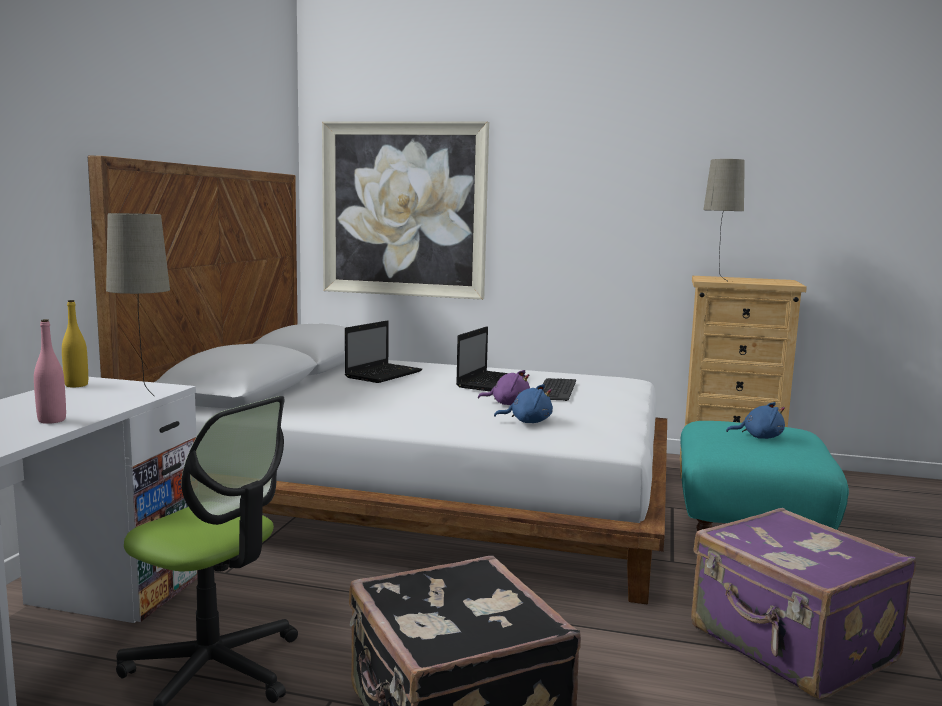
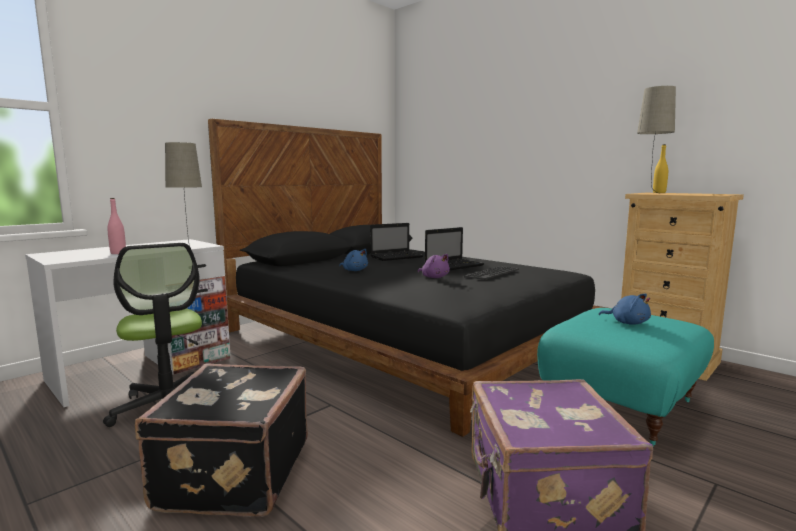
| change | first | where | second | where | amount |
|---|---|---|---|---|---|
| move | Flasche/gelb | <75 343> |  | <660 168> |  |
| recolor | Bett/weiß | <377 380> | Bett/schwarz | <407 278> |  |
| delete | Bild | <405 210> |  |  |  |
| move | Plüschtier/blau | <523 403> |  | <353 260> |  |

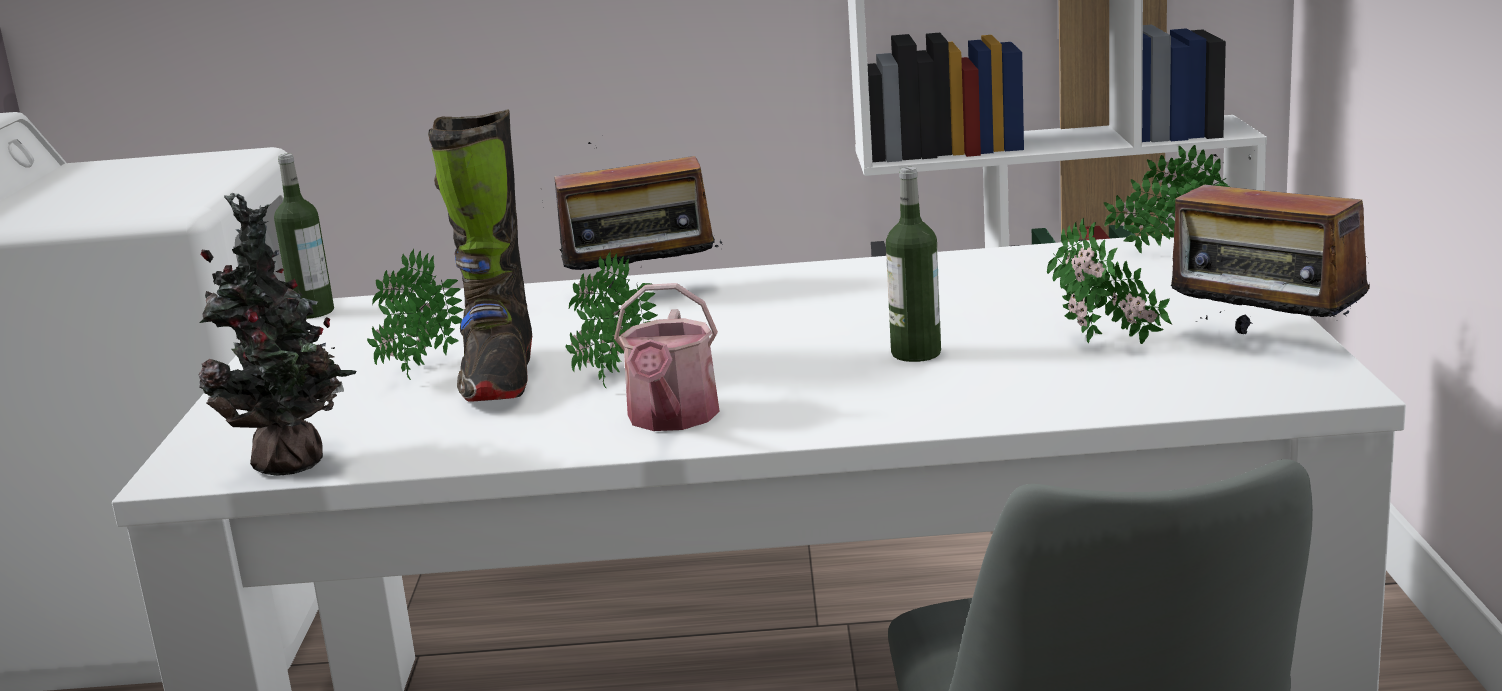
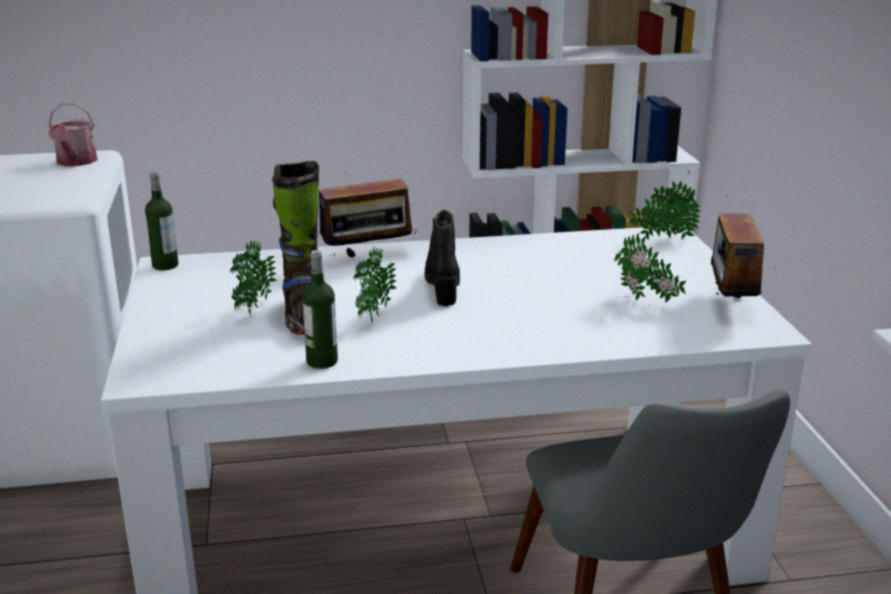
| change | first | where | second | where | amount |
|---|---|---|---|---|---|
| delete | Topfpflanze | <277 334> |  |  |  |
| move | Gießkanne | <666 357> |  | <73 134> |  |
| move | Flasche | <913 264> |  | <320 309> |  |
| rotate | Radio | <1270 244> |  | <743 246> | 60 degrees clockwise |
| insert |  |  | Stiefel/schwarz | <442 258> |  |

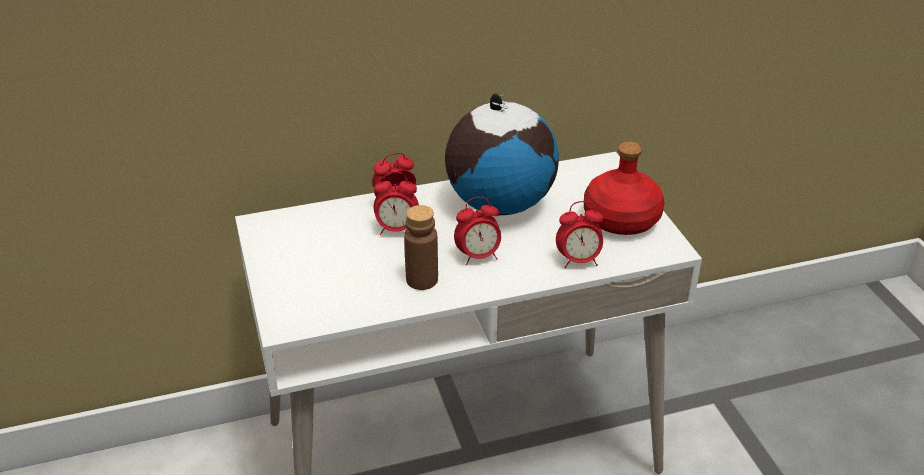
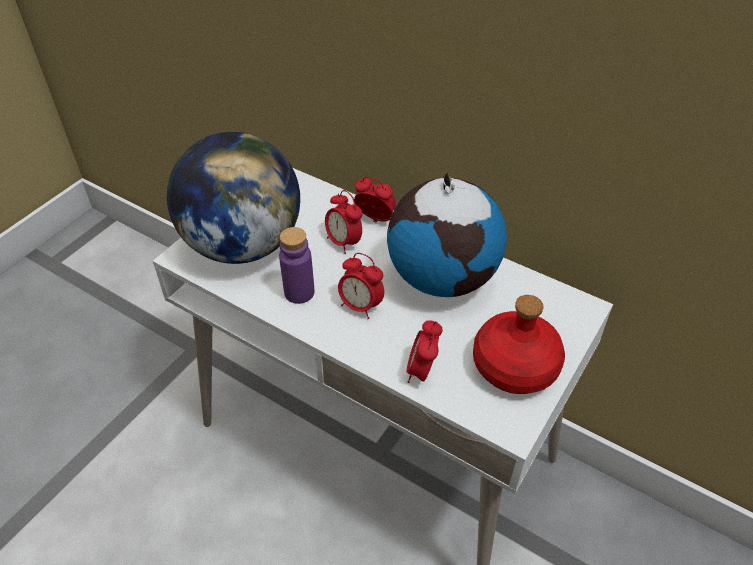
| change | first | where | second | where | amount |
|---|---|---|---|---|---|
| recolor | Flasche/braun | <421 247> | Flasche/lila | <296 265> |  |
| rotate | Wecker | <579 234> |  | <425 351> | 60 degrees clockwise |
| insert |  |  | Globus | <233 198> |  |

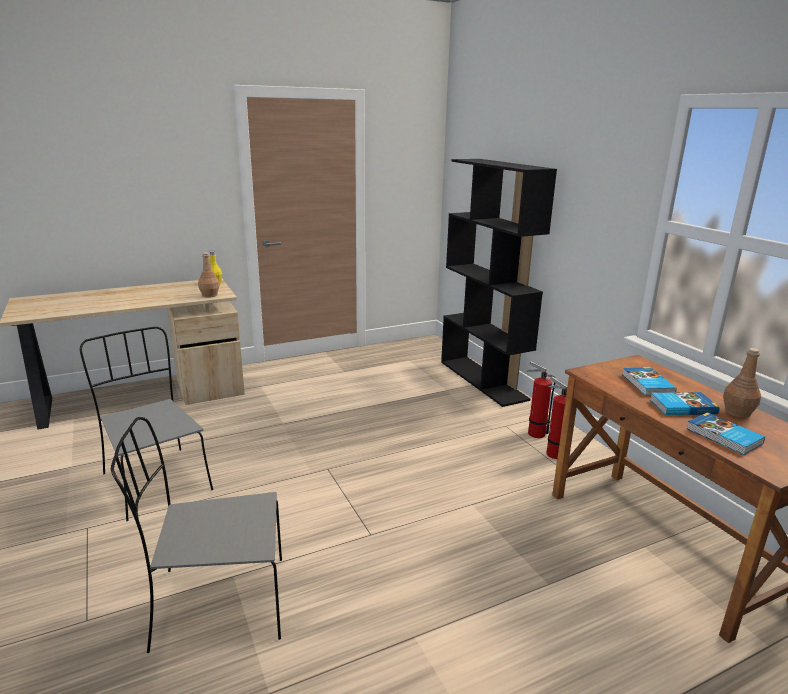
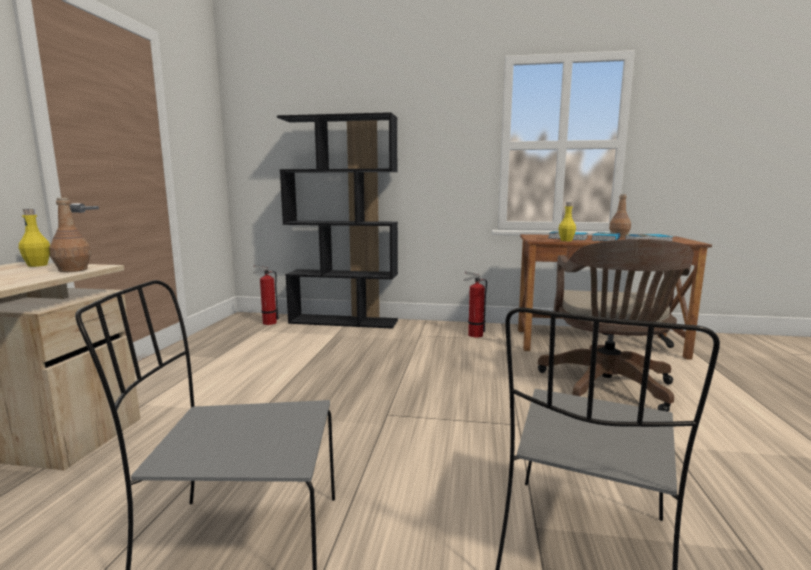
| change | first | where | second | where | amount |
|---|---|---|---|---|---|
| move | Feuerlöscher | <541 399> |  | <266 295> |  |
| insert |  |  | Bürostuhl/braun | <616 325> |  |
| insert |  |  | Flasche/gelb | <567 221> |  |

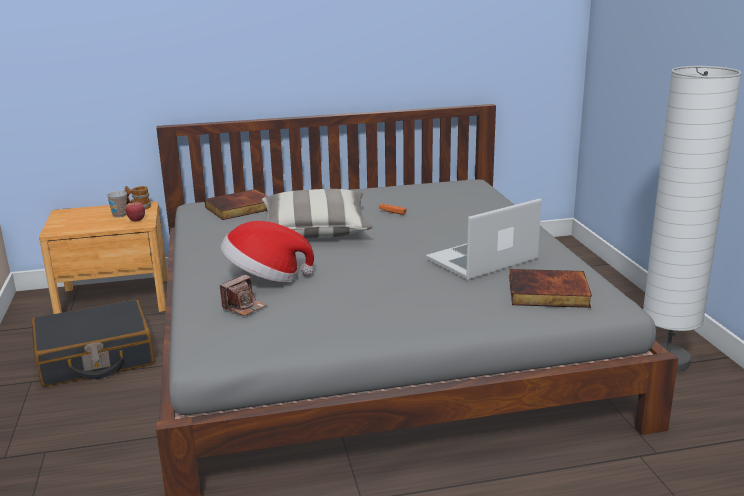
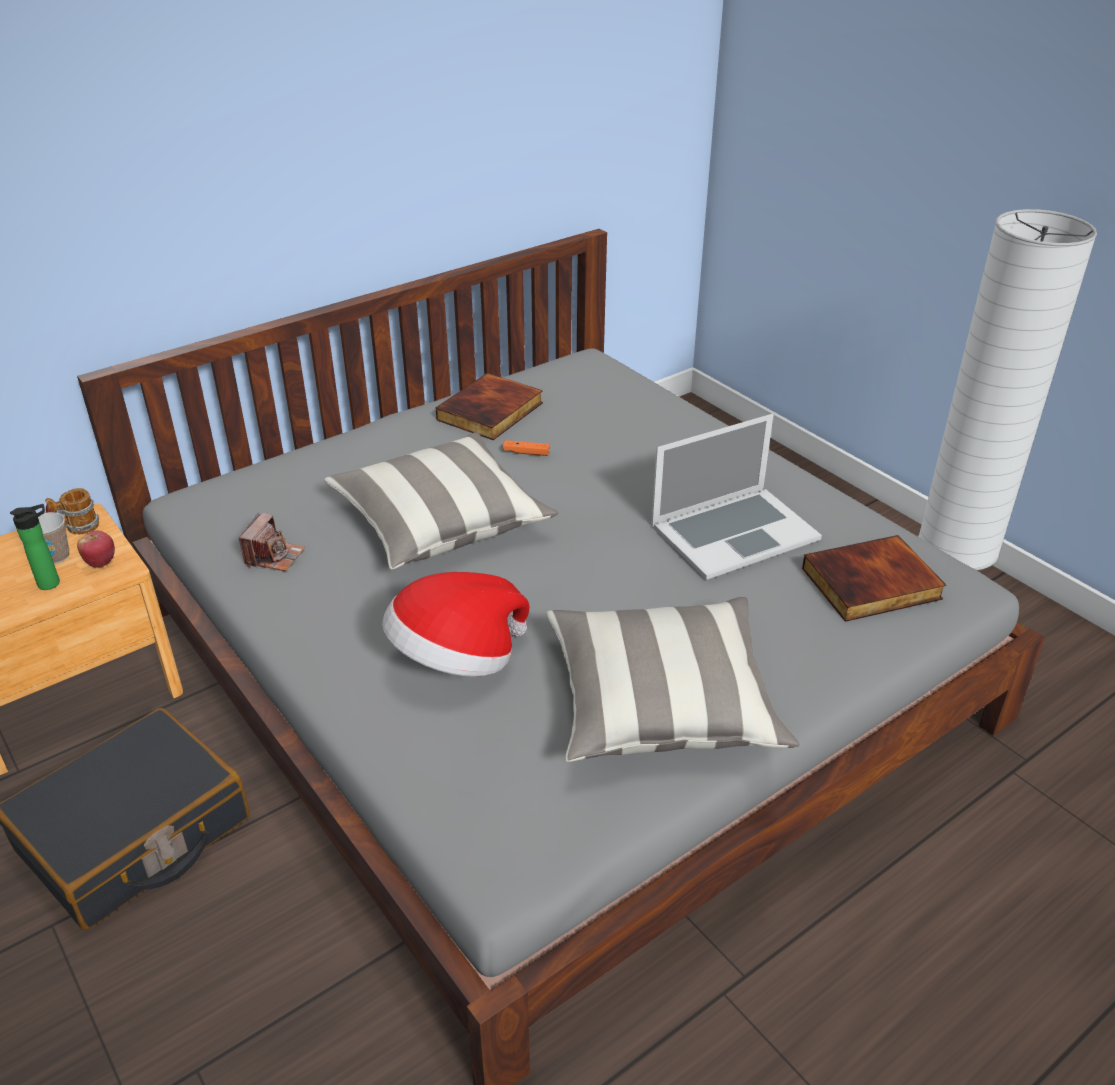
| change | first | where | second | where | amount |
|---|---|---|---|---|---|
| move | Buch | <235 204> |  | <489 406> |  |
| move | Kamera | <243 295> |  | <272 542> |  |
| rotate | Laptop | <484 239> |  | <736 497> | 150 degrees counterclockwise |
| insert |  |  | Flasche | <35 547> |  |
| insert |  |  | Kissen | <673 679> |  |

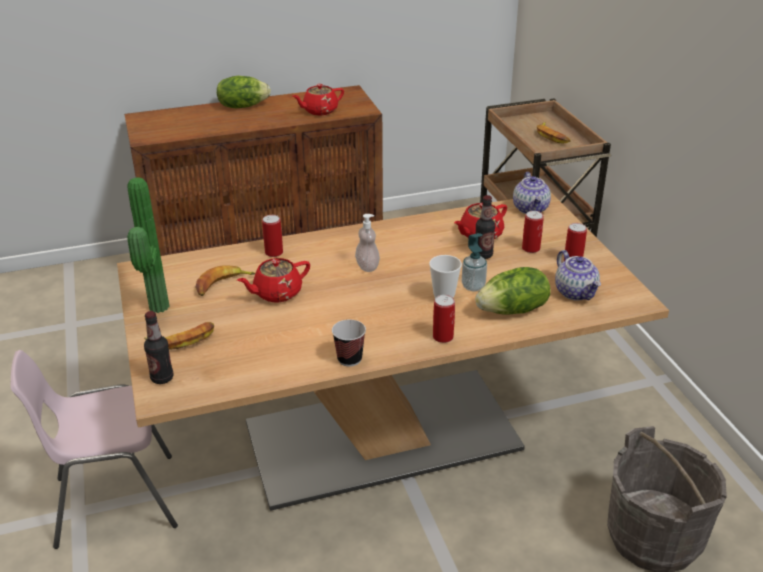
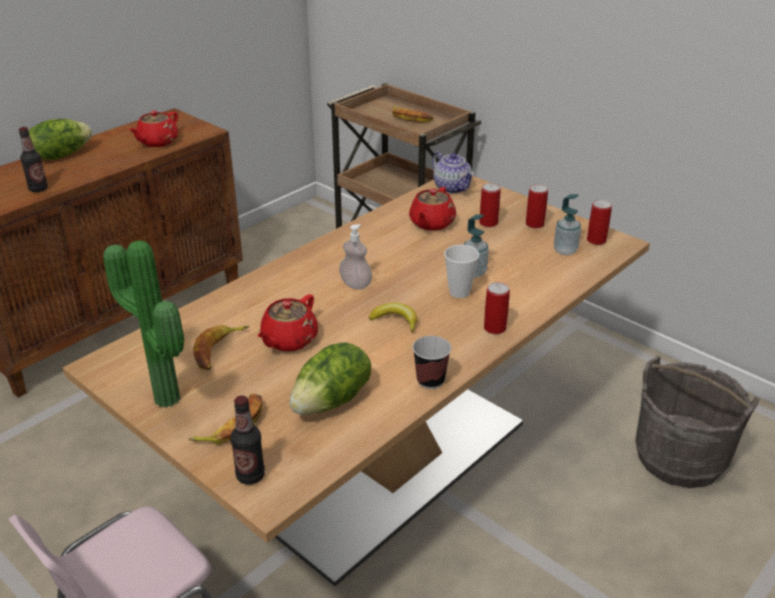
| change | first | where | second | where | amount |
|---|---|---|---|---|---|
| move | Dose | <272 236> |  | <599 222> |  |
| move | Salatkopf | <513 291> |  | <330 379> |  |
| move | Flasche | <485 227> |  | <33 159> |  |
| replace | Teekanne | <578 275> | Seifenspender | <567 224> |  |
| insert |  |  | Banane | <393 318> |  |

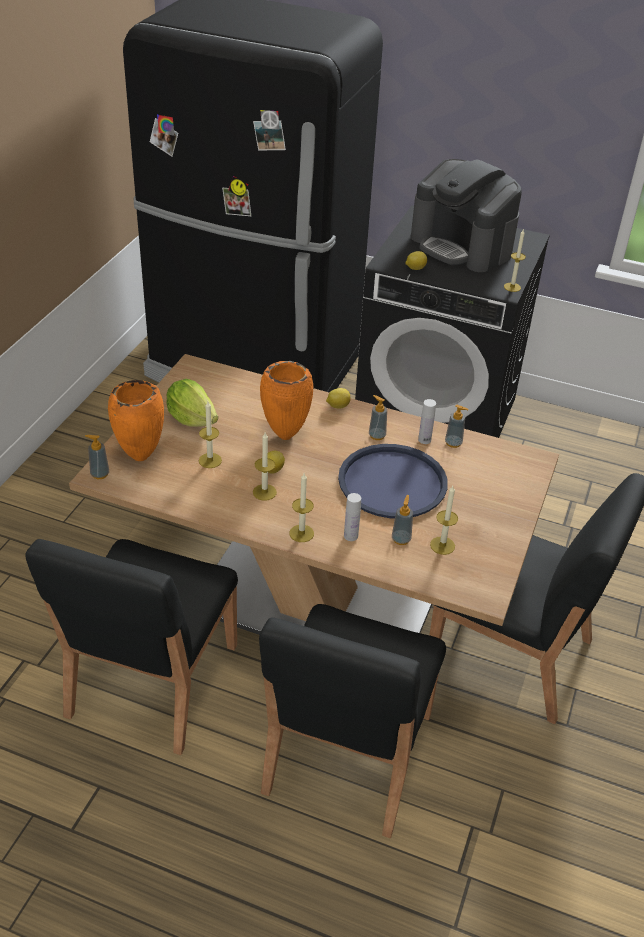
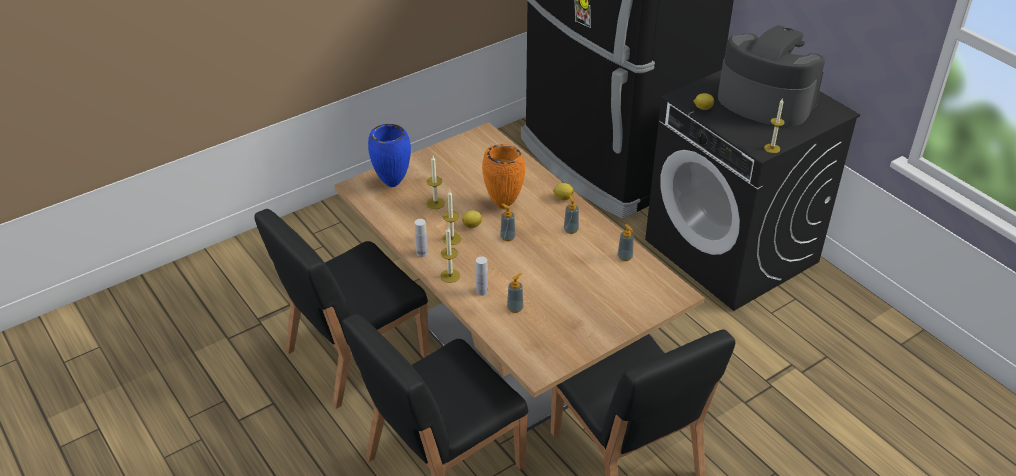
| change | first | where | second | where | amount |
|---|---|---|---|---|---|
| move | Seifenspender | <97 457> |  | <507 222> |  |
| recolor | Vase/orange | <136 420> | Vase/blau | <389 155> |  |
| delete | Salatkopf | <192 403> |  |  |  |
| delete | Tablett/blau | <393 481> |  |  |  |
| rotate | Kaffeemaschine | <466 215> |  | <771 76> | 135 degrees clockwise |
| move | Flasche/weiß | <427 421> |  | <421 238> |  |
| delete | Kerze | <444 520> |  |  |  |

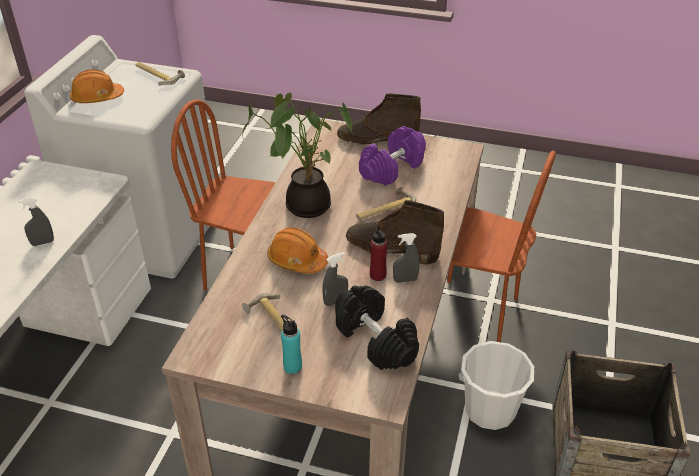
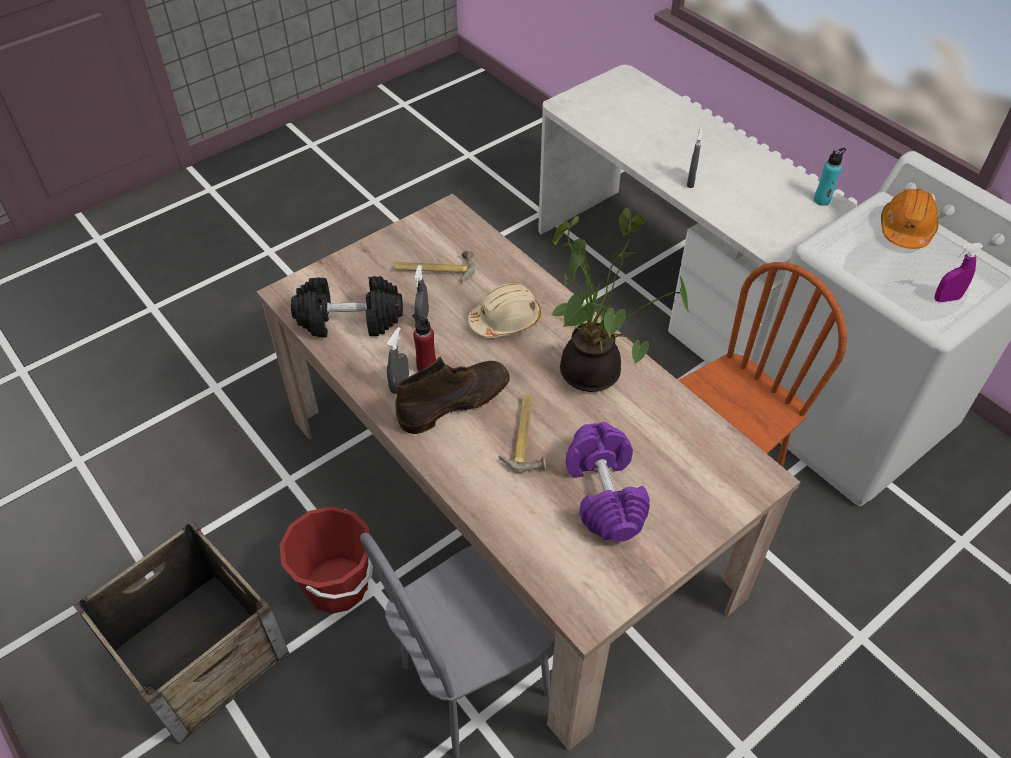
| change | first | where | second | where | amount |
|---|---|---|---|---|---|
| replace | Hammer | <160 74> | Sprühflasche/lila | <958 272> |  |
| recolor | Schutzhelm/orange | <297 250> | Schutzhelm/beige | <504 310> |  |
| move | Flasche/türkis | <291 344> |  | <830 177> |  |
| delete | Stiefel/braun | <379 119> |  |  |  |
| recolor | Stuhl/braun | <501 246> | Stuhl/grau | <457 645> |  |
| recolor | Eimer/weiß | <496 385> | Eimer/rot | <326 560> |  |

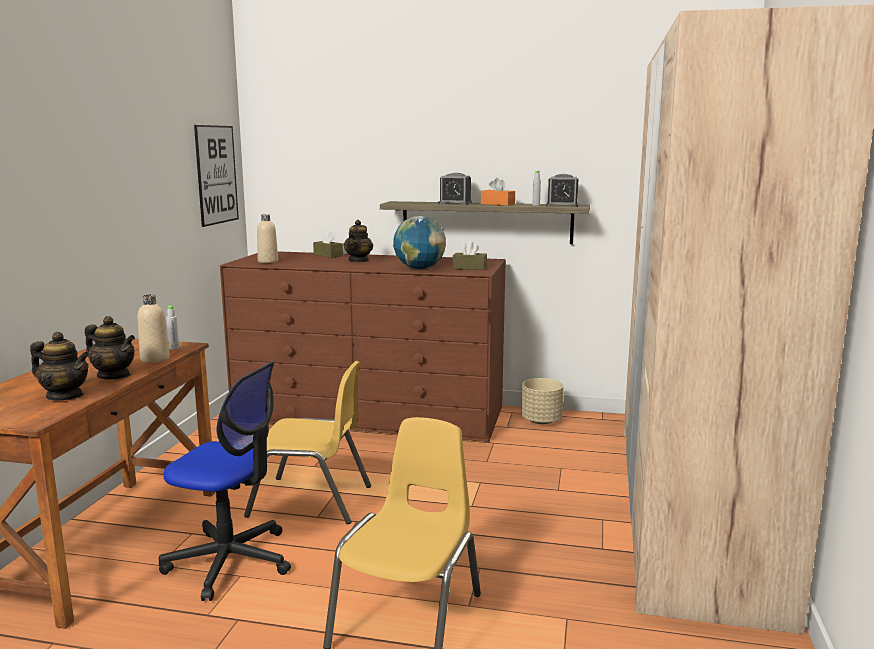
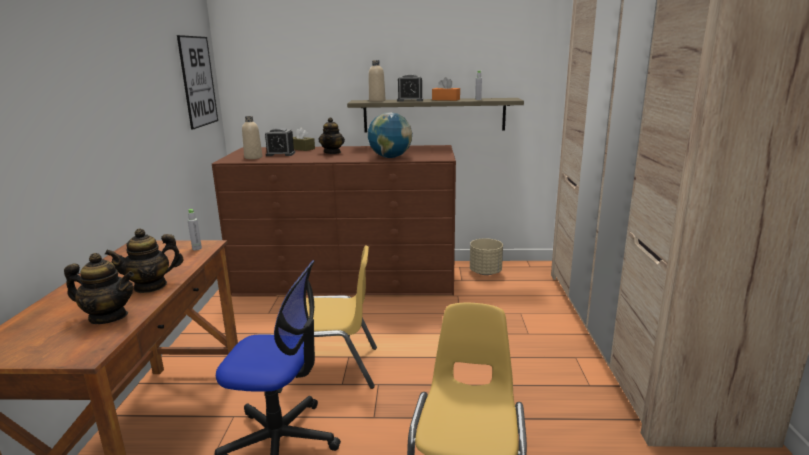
| change | first | where | second | where | amount |
|---|---|---|---|---|---|
| rotate | Teekanne | <110 347> |  | <144 261> | 135 degrees clockwise |
| move | Flasche/beige | <153 328> |  | <377 81> |  |
| delete | Taschentuchbox/braun | <470 255> |  |  |  |
| move | Wecker | <562 190> |  | <280 142> |  |

